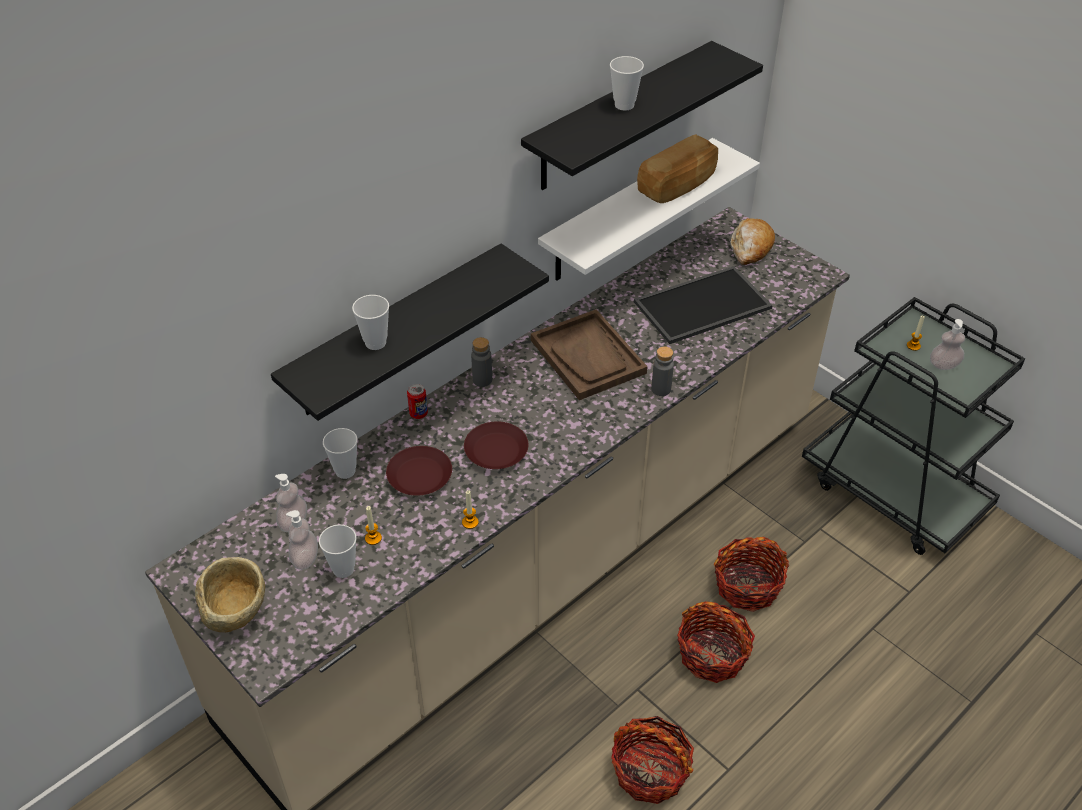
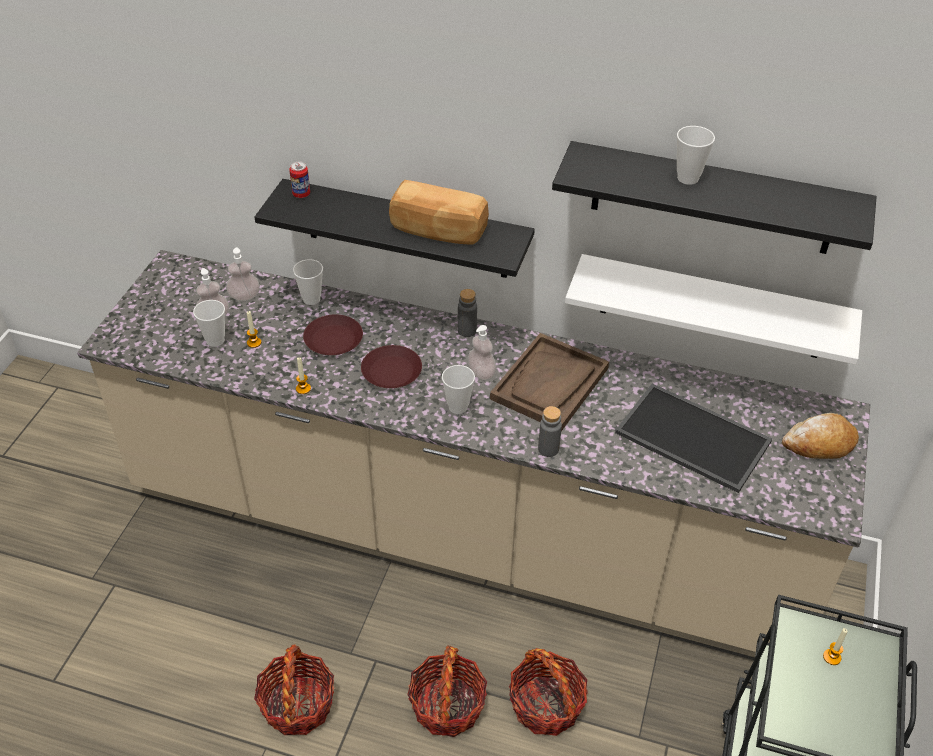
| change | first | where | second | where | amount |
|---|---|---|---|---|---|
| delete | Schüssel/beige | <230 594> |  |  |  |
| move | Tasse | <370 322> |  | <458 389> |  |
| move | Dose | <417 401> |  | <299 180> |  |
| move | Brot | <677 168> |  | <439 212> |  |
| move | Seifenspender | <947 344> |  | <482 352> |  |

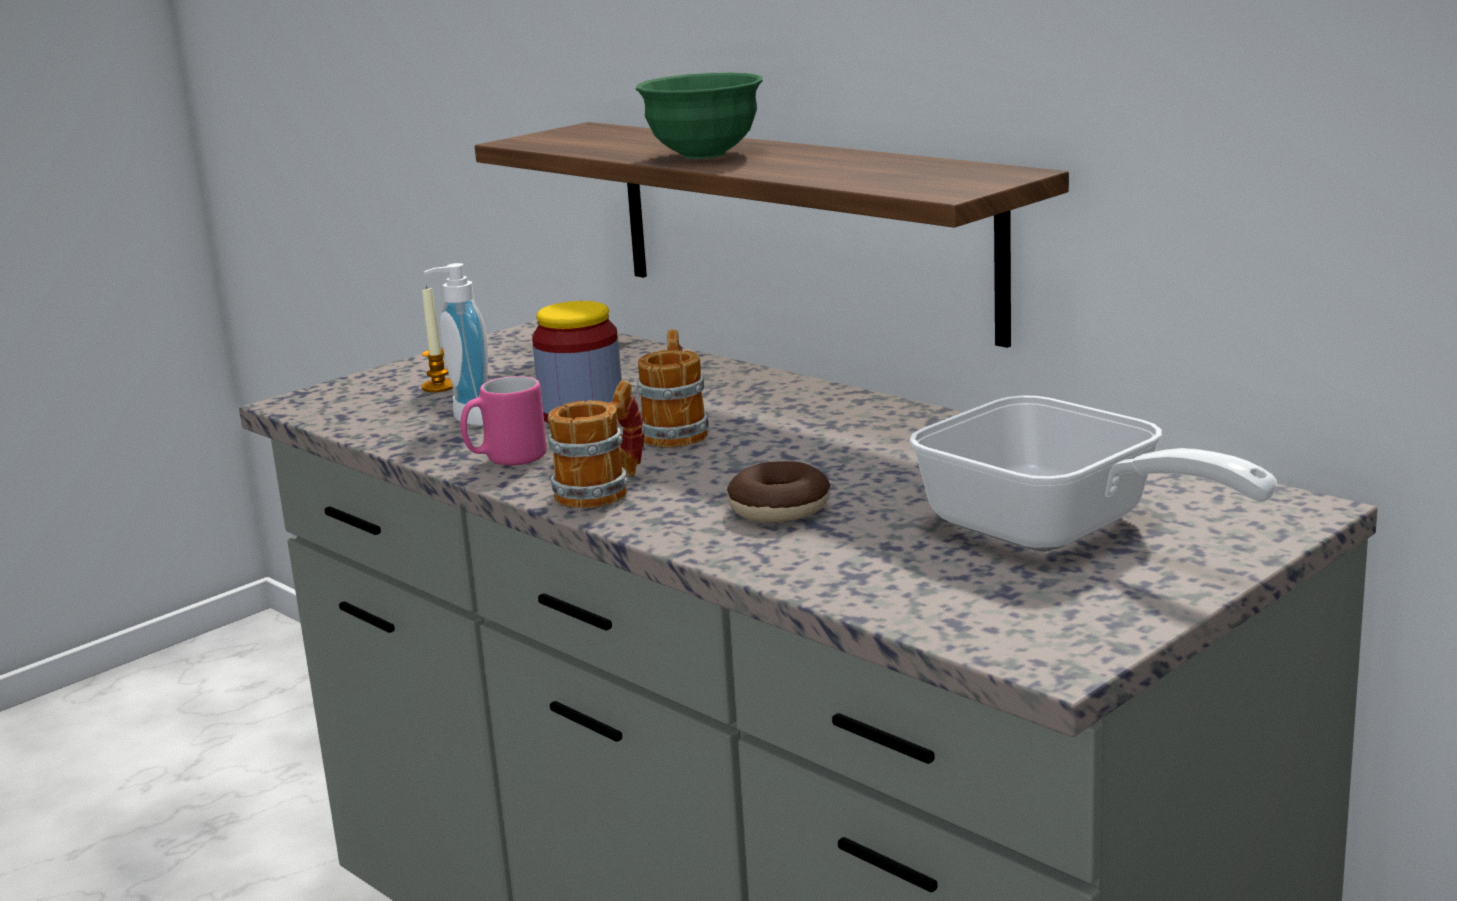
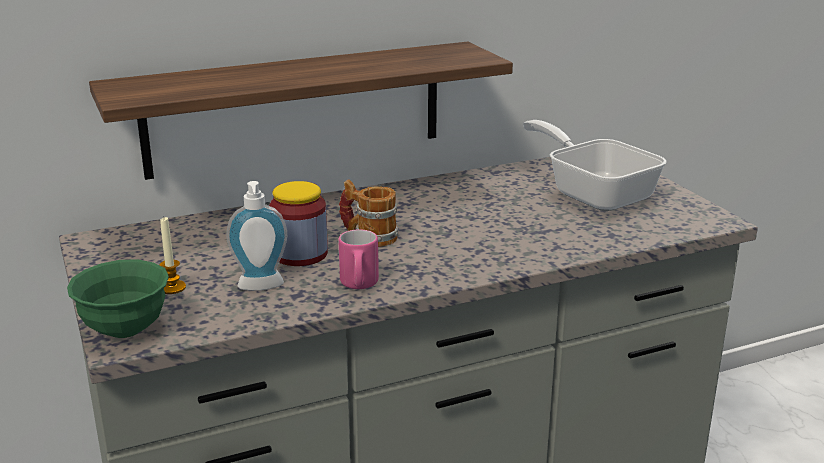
| change | first | where | second | where | amount |
|---|---|---|---|---|---|
| delete | Henkelbecher | <596 444> |  |  |  |
| move | Schüssel/grün | <699 116> |  | <118 299> |  |
| delete | Donut | <778 491> |  |  |  |
| rotate | Pfanne | <1093 473> |  | <595 165> | 105 degrees counterclockwise |

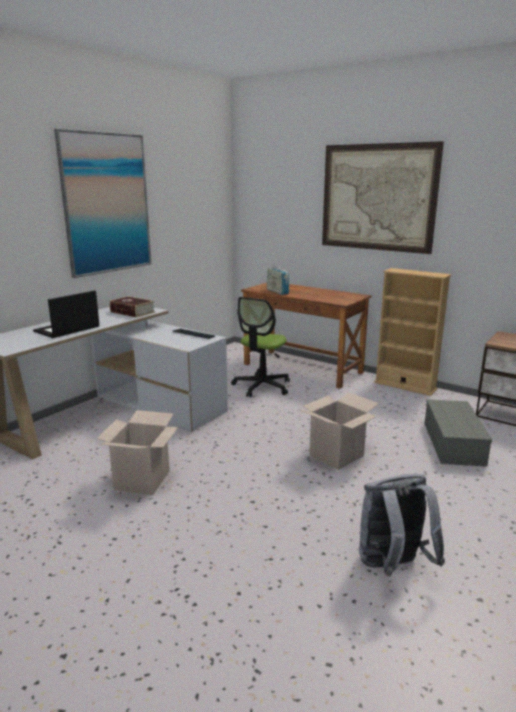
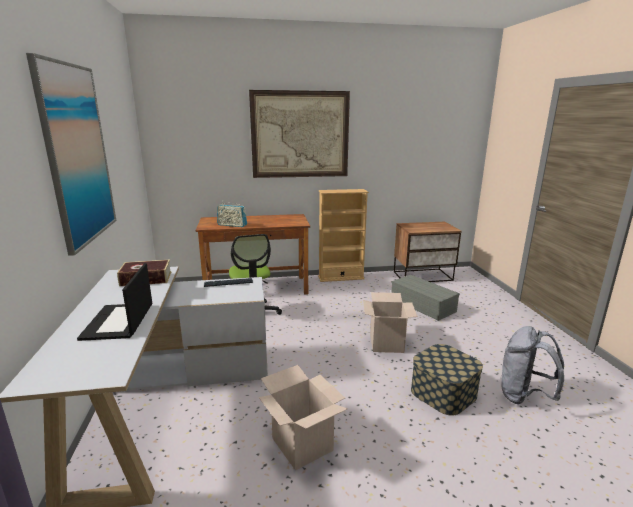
| change | first | where | second | where | amount |
|---|---|---|---|---|---|
| insert |  |  | Aufbewahrungsbox | <447 379> |  |

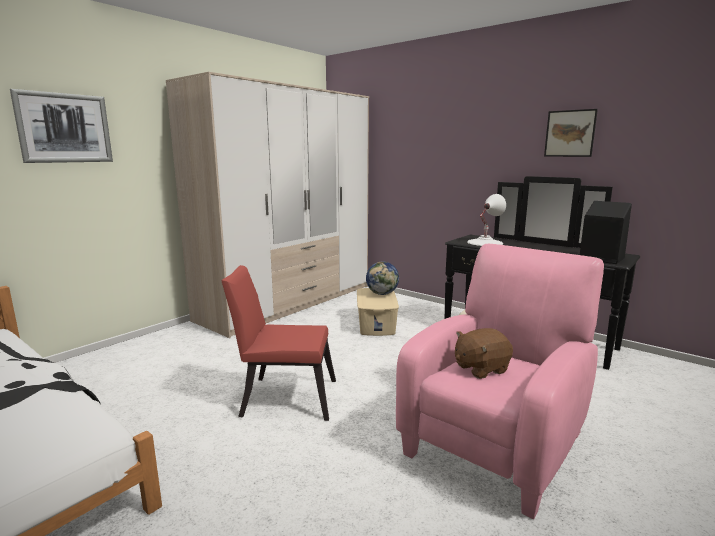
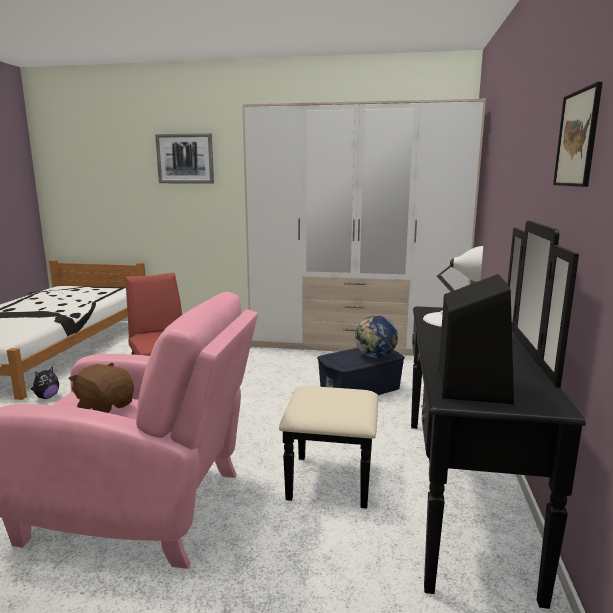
| change | first | where | second | where | amount |
|---|---|---|---|---|---|
| recolor | Aufbewahrungsbox/beige | <378 312> | Aufbewahrungsbox/blau | <361 371> |  |
| insert |  |  | Plüschtier | <45 382> |  |

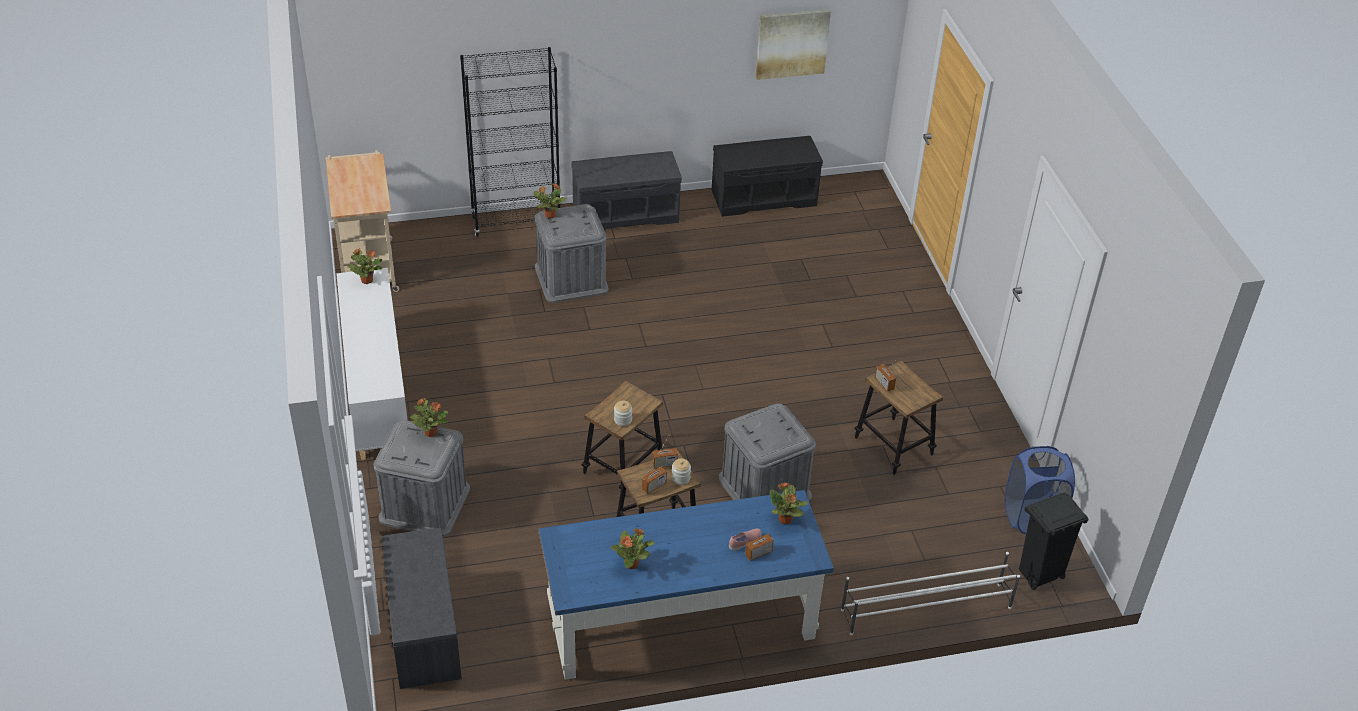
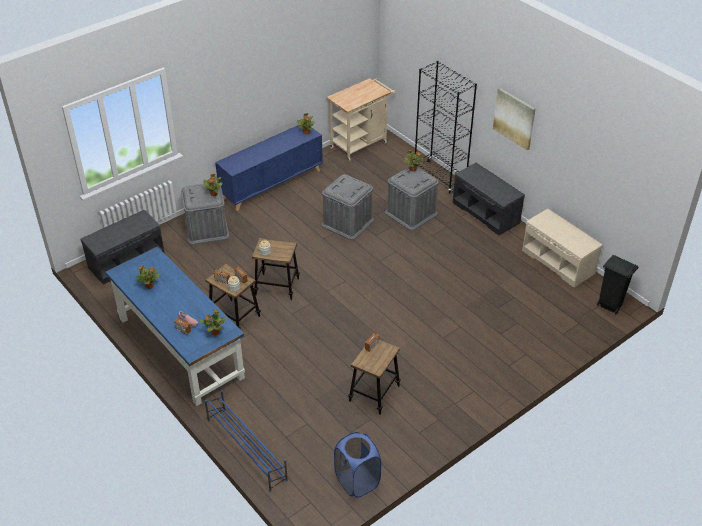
| change | first | where | second | where | amount |
|---|---|---|---|---|---|
| recolor | Schrank/weiß | <372 364> | Schrank/blau | <269 168> |  |
| recolor | Bank/schwarz | <767 176> | Bank/beige | <562 248> |  |
| move | Aufbewahrungsbox/grau | <767 453> |  | <348 207> |  |
| move | Bild | <793 44> |  | <514 119> |  |
| recolor | Schuhregal/weiß | <930 593> | Schuhregal/blau | <246 441> |  |
| move | Mülleimer/schwarz | <1054 541> |  | <618 284> |  |

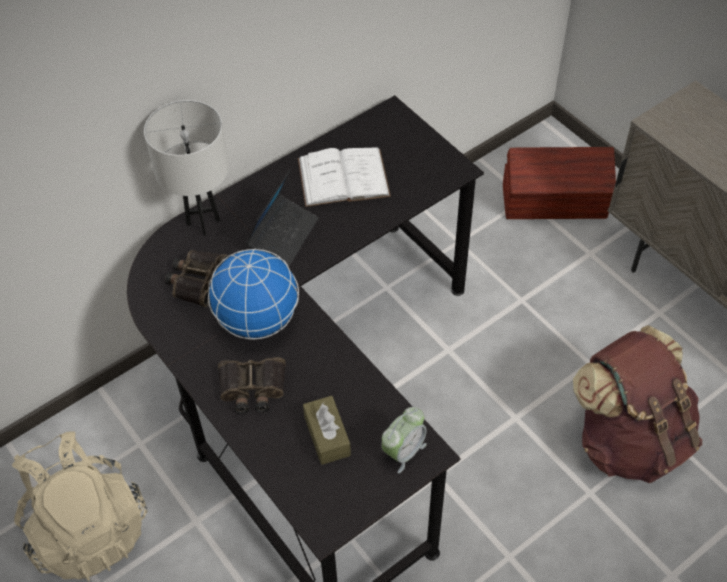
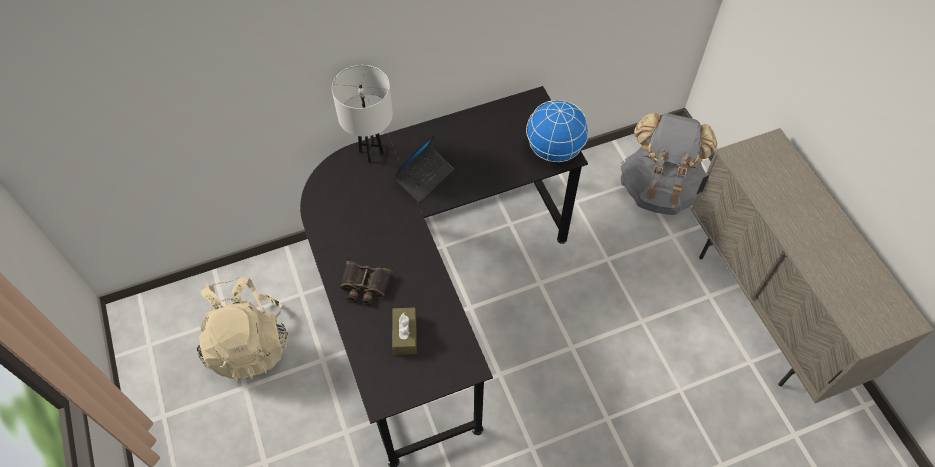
| change | first | where | second | where | amount |
|---|---|---|---|---|---|
| delete | Fernglas | <196 278> |  |  |  |
| move | Globus | <253 294> |  | <557 131> |  |
| delete | Buch/weiß | <344 177> |  |  |  |
| delete | Wecker | <404 440> |  |  |  |
| replace | Aufbewahrungsbox/braun | <559 183> | Rucksack/grau | <668 164> |  |
| delete | Rucksack/braun | <637 404> |  |  |  |

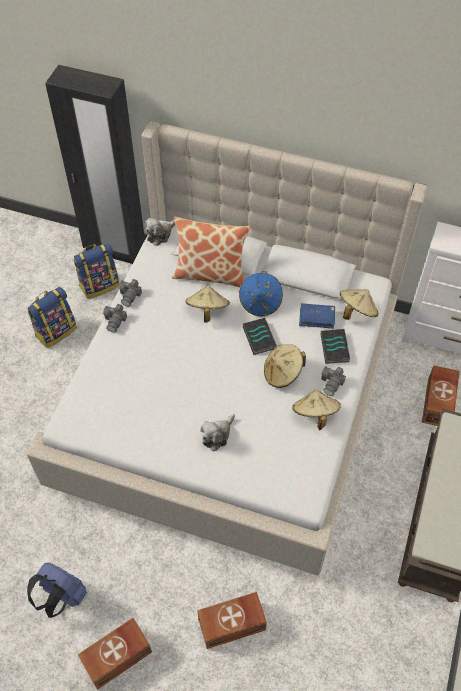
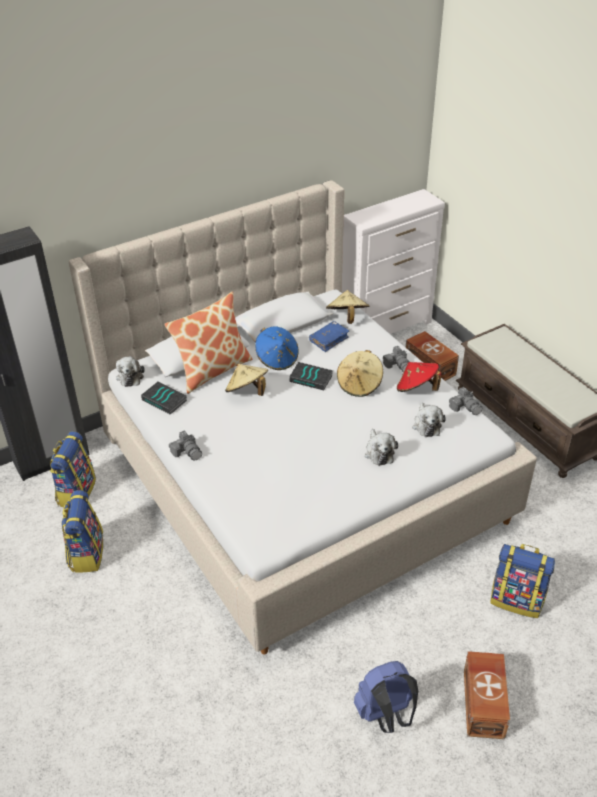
| change | first | where | second | where | amount |
|---|---|---|---|---|---|
| move | Kamera | <130 293> |  | <465 401> |  |
| replace | Aufbewahrungsbox/braun | <232 620> | Rucksack | <522 581> |  |
| recolor | Hut/beige | <316 409> | Hut/rot | <419 377> |  |
| move | Buch | <335 346> |  | <164 398> |  |
| insert |  |  | Plüschtier | <429 419> |  |

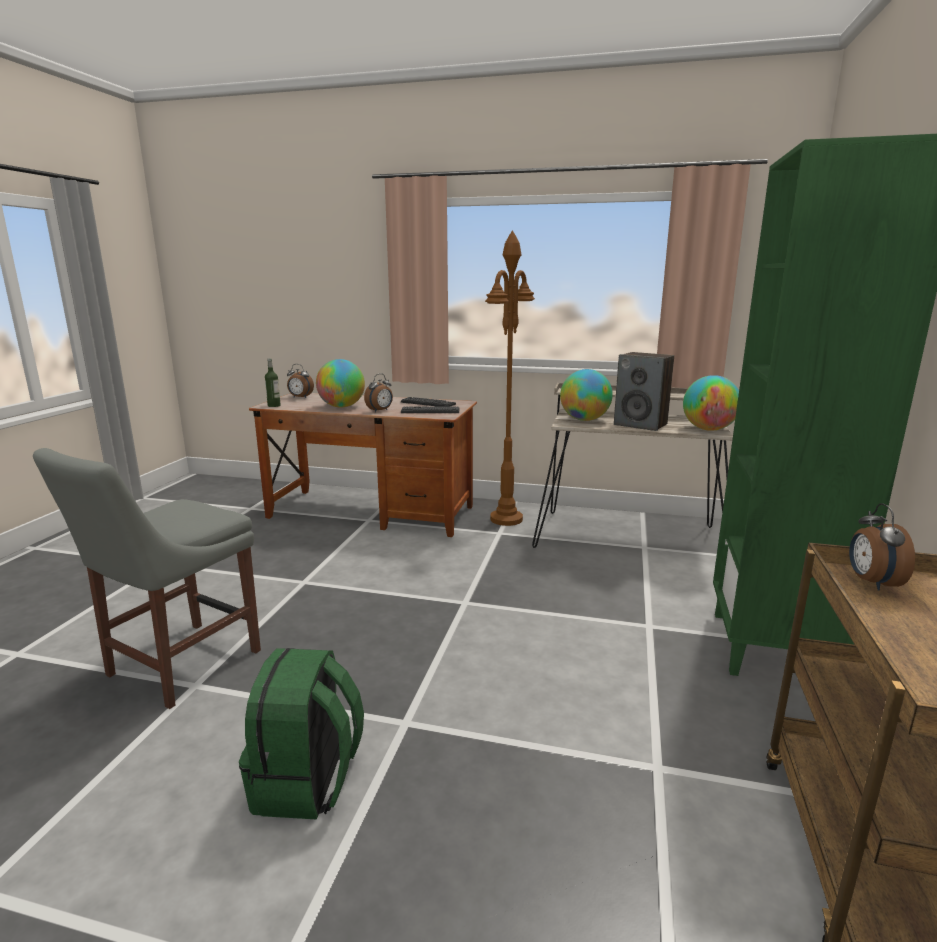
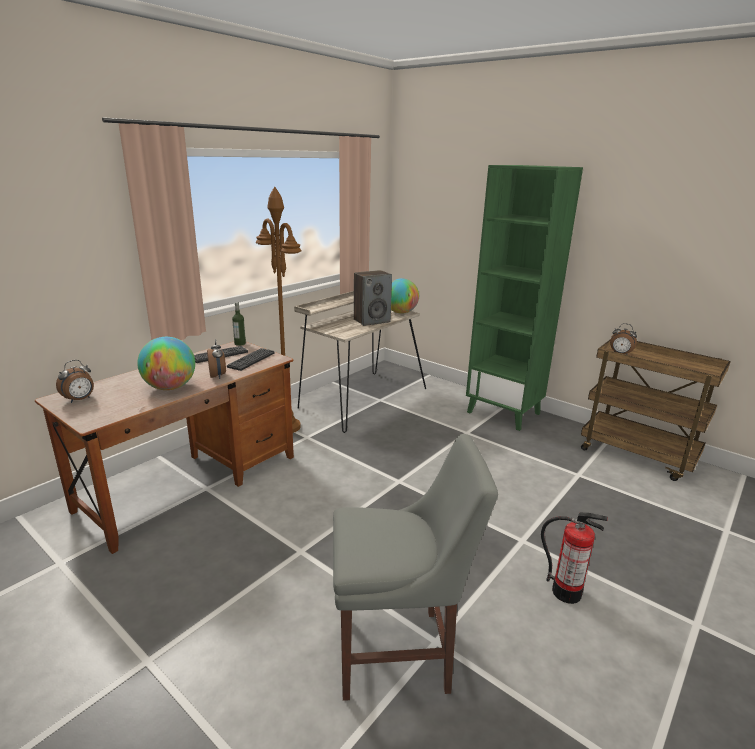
| change | first | where | second | where | amount |
|---|---|---|---|---|---|
| rotate | Stuhl/grau | <147 578> |  | <415 567> | 60 degrees counterclockwise |
| replace | Rucksack/grün | <301 734> | Feuerlöscher | <574 558> |  |
| move | Flasche | <273 382> |  | <239 324> |  |
| delete | Globus | <586 395> |  |  |  |

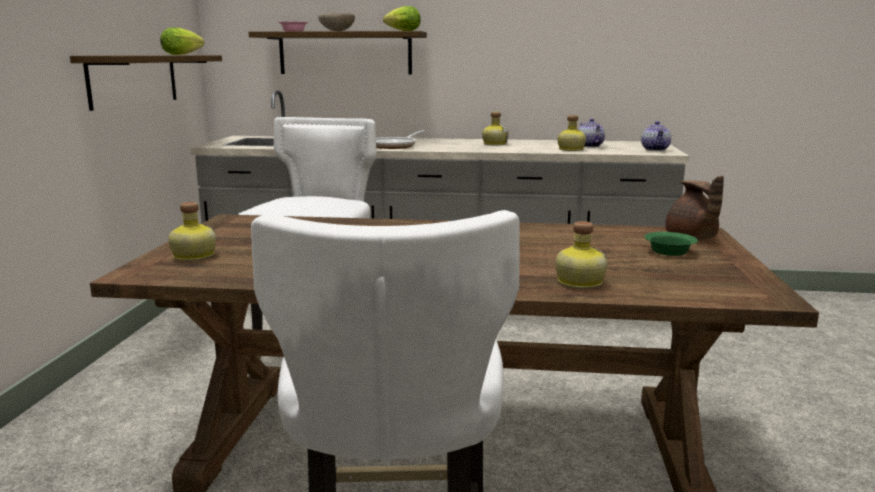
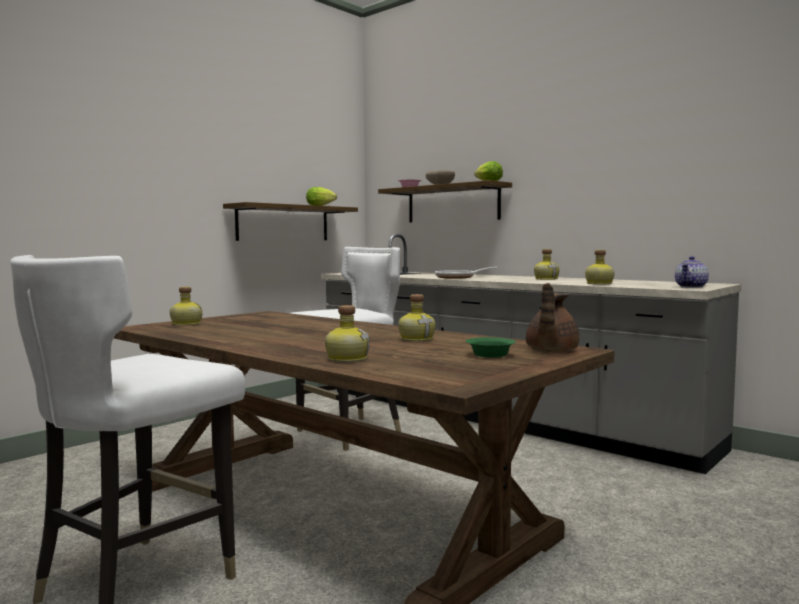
| change | first | where | second | where | amount |
|---|---|---|---|---|---|
| delete | Teekanne | <591 133> |  |  |  |
| insert |  |  | Flasche | <416 317> |  |

